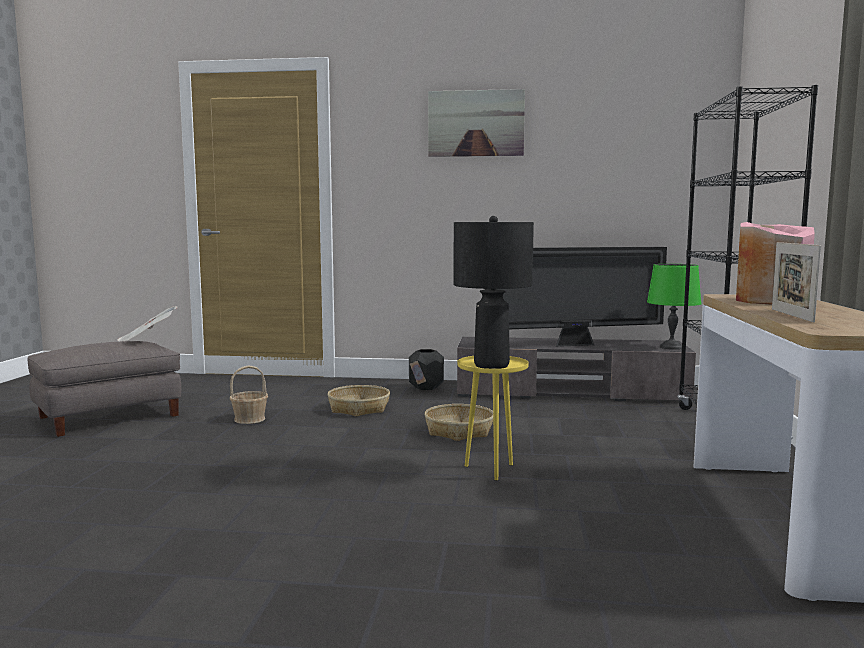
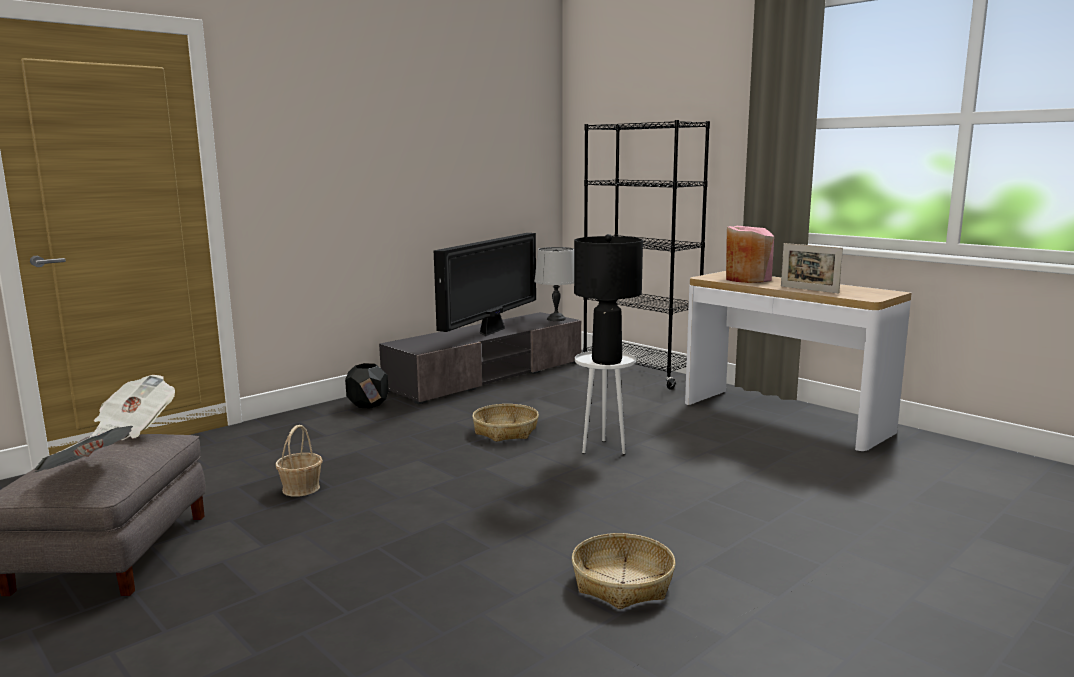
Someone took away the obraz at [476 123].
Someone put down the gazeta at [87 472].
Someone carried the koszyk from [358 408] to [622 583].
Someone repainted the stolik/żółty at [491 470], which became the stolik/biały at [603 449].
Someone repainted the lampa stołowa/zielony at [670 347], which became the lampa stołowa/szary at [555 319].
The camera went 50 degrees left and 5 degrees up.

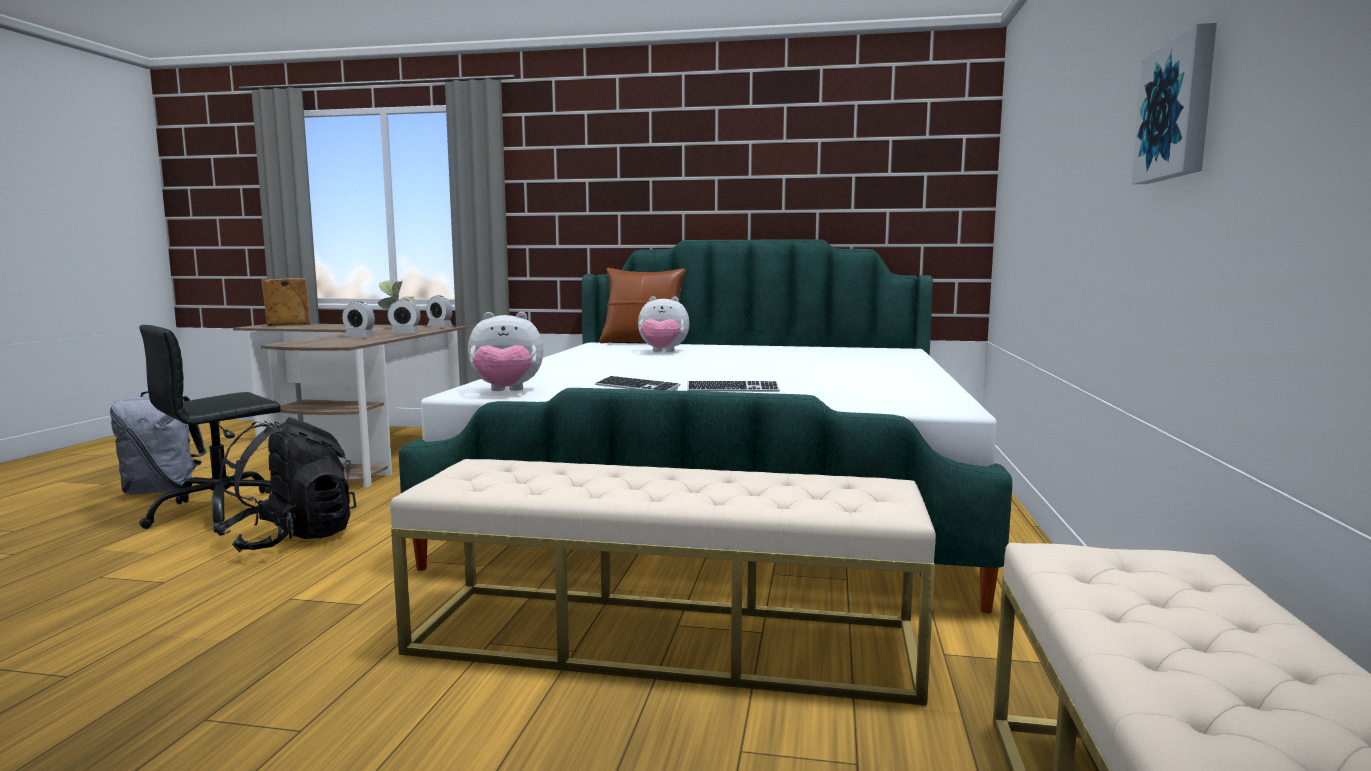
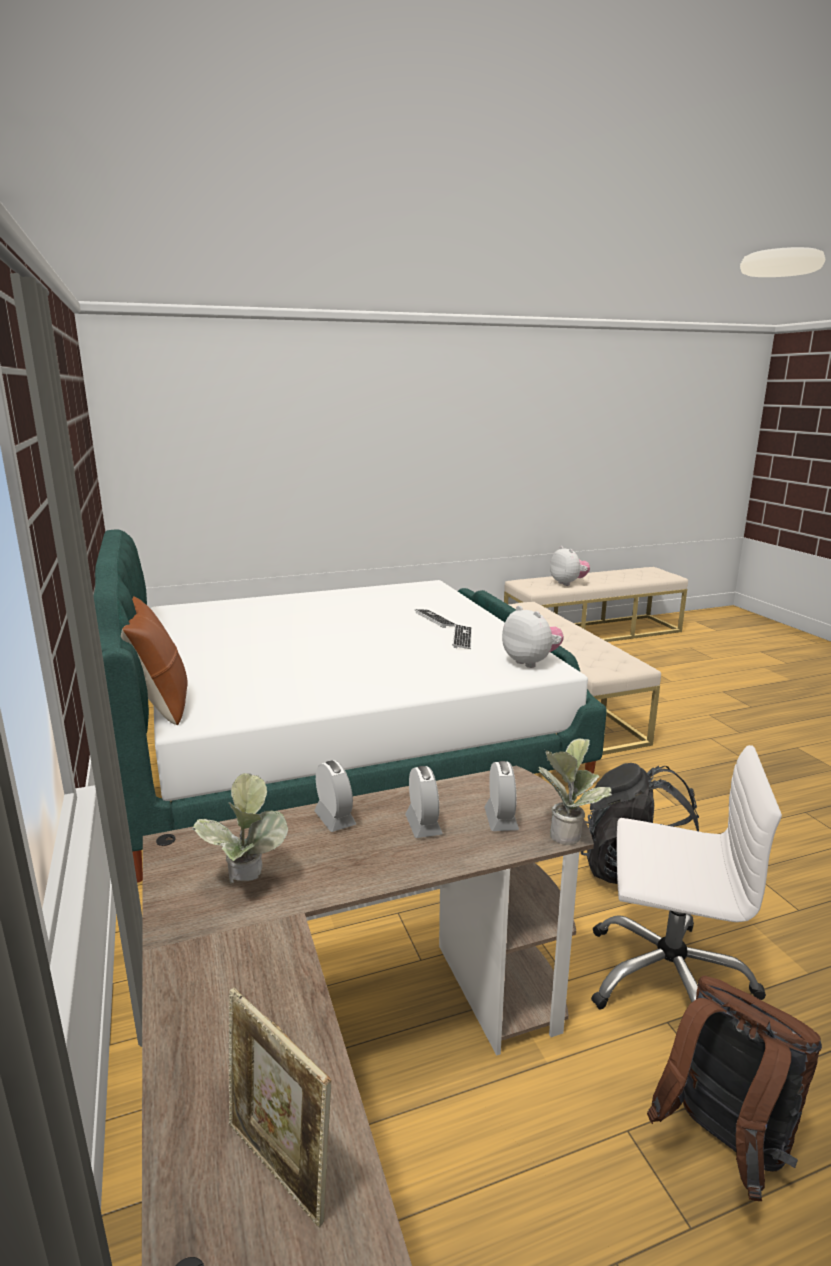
Someone took away the obraz at [1178 110].
Someone put down the roślina doniczkowa at [568 832].
Someone carried the budzik from [440 326] to [501 819].
Someone carried the pluszak from [662 352] to [568 583].
Someone repainted the plecak/szary at [163 491], which became the plecak/brązowy at [722 1145].
Someone repainted the krzesło biurowe/czarny at [222 512], which became the krzesło biurowe/biały at [668 979].
The camera went 120 degrees left and 10 degrees up.

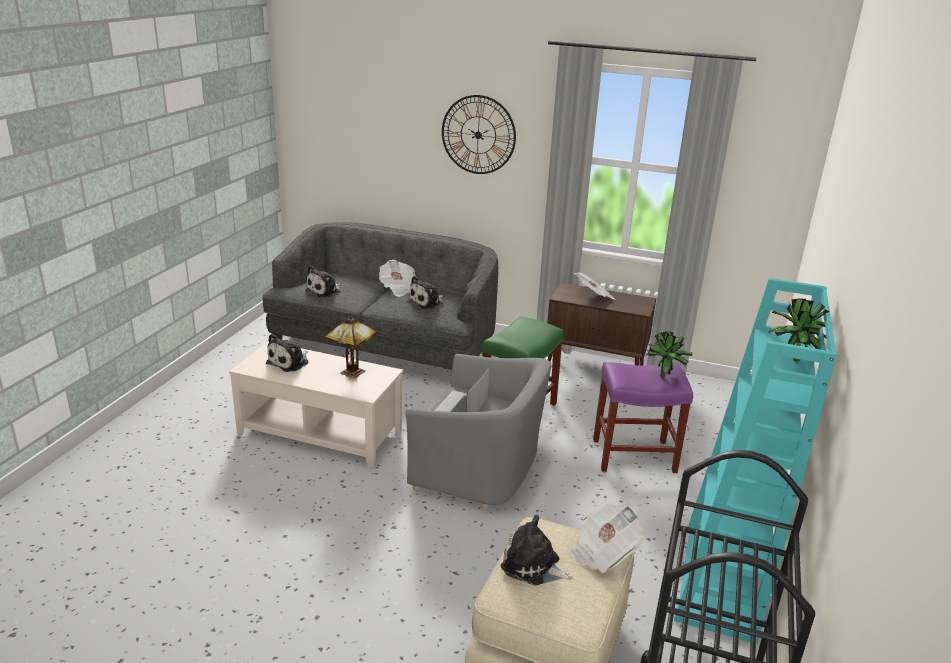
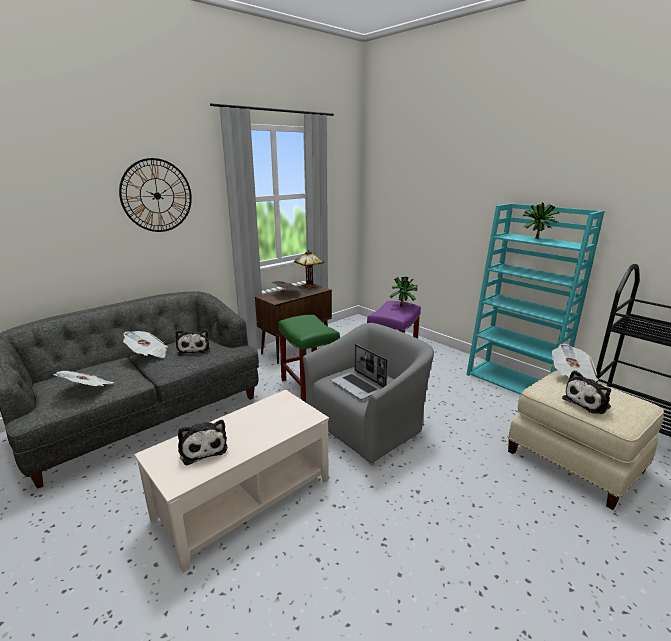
Someone carried the lampa stołowa from [350 372] to [309 286].
Someone swapped the pluszak at [325 291] for the gazeta at [87 389].
The camera went 60 degrees left and 5 degrees down.

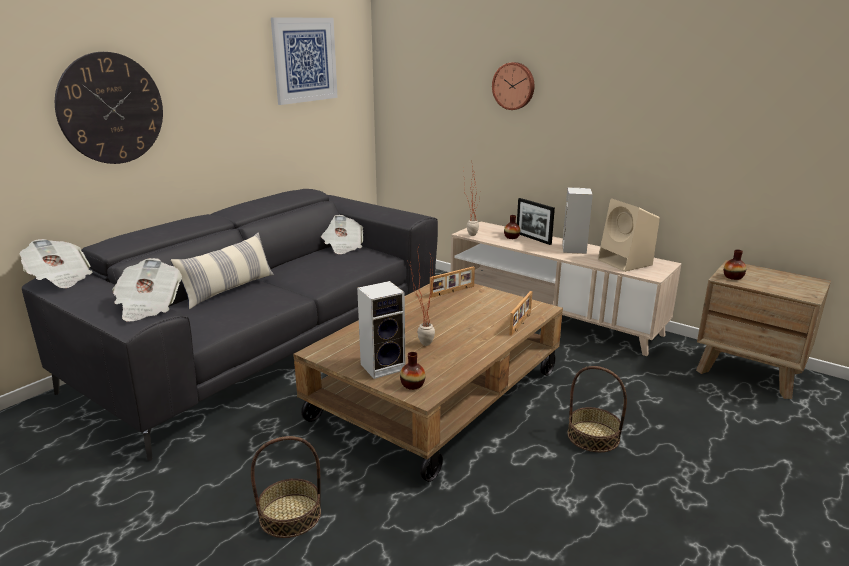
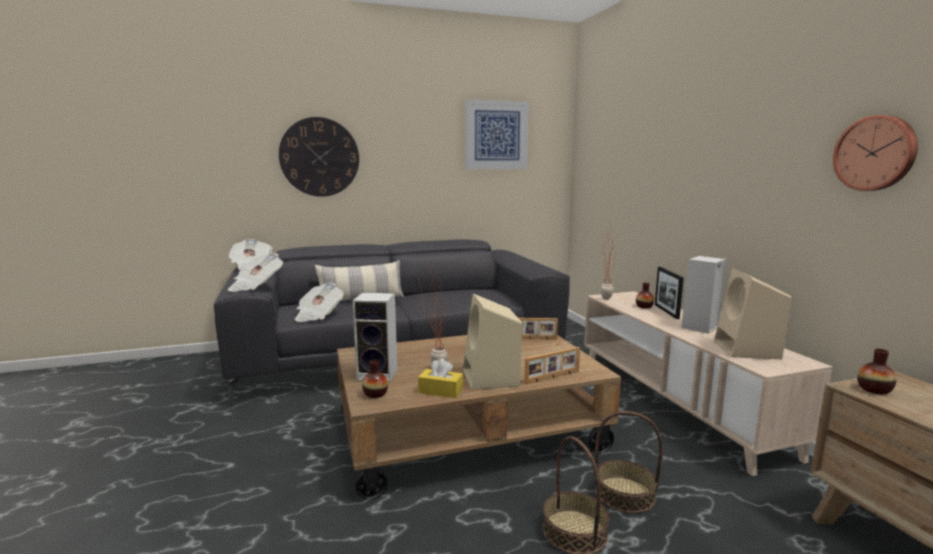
Someone put down the pudełko chusteczek/żółty at [440 391].
Someone put down the głośnik/beżowy at [491 378].
Someone carried the koszyk from [290 515] to [624 494].
Someone carried the gazeta from [342 246] to [318 315].
Someone carried the zegar ścienny from [514 86] to [875 153].
The camera went 35 degrees right and 10 degrees down.

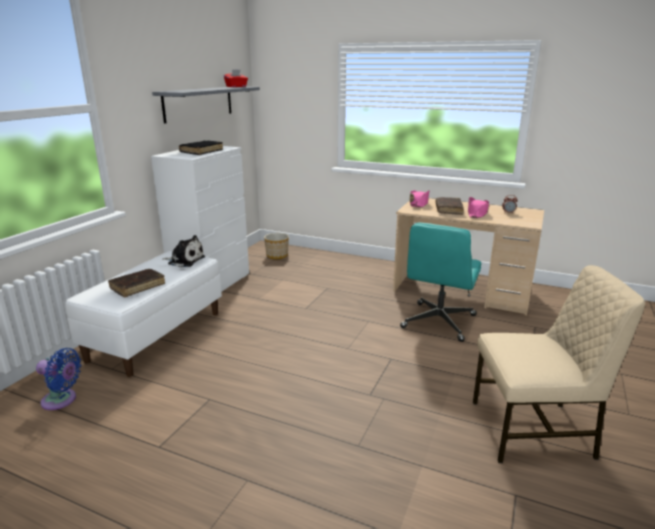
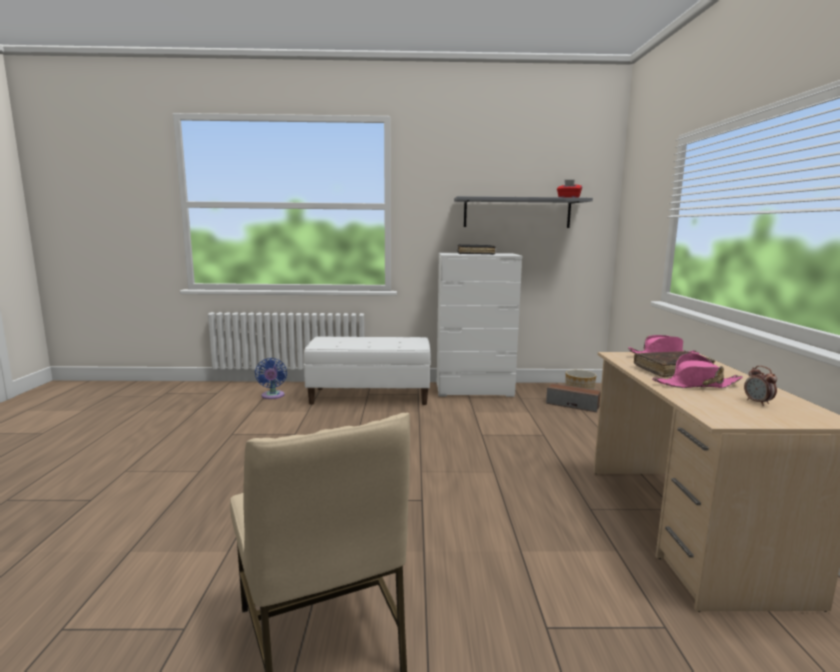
Someone took away the książka/brązowy at [138 287].
Someone took away the pluszak at [185 260].
Someone took away the krzesło biurowe/turkusowy at [438 322].
Someone put down the głośnik at [572 405].
The camera went 65 degrees right and 10 degrees down.

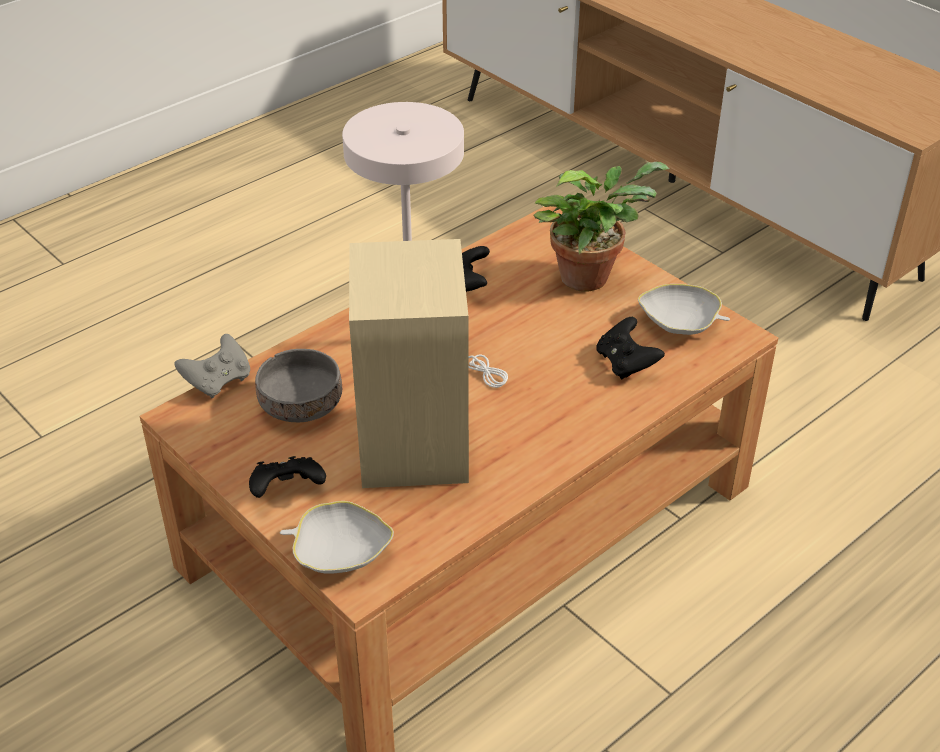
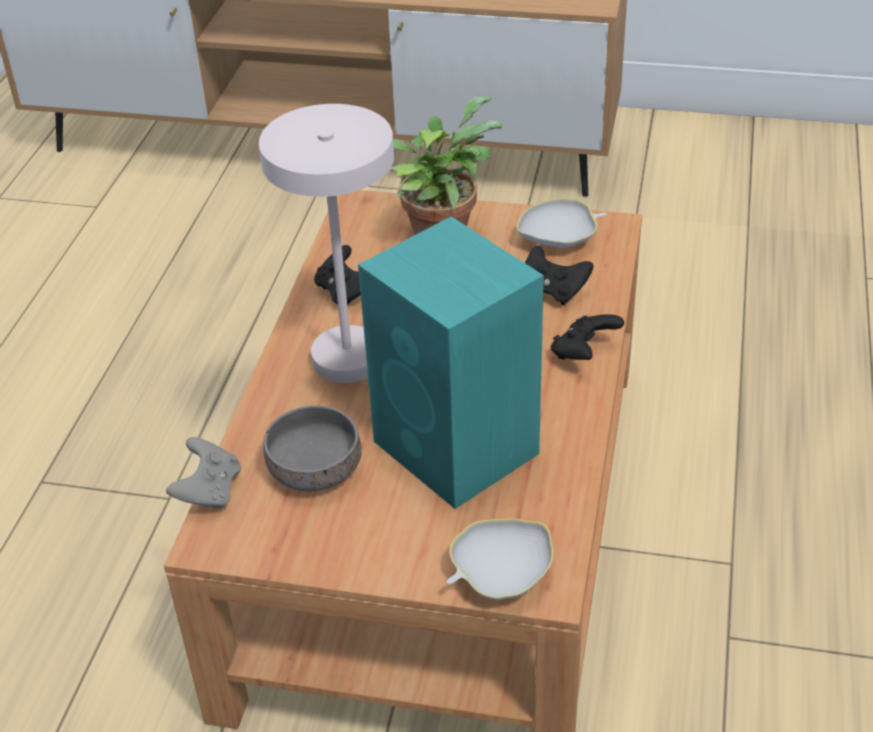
Someone carried the pad do gier/czarny from [287 491] to [583 353].
Someone repainted the głośnik/beżowy at [413 446], which became the głośnik/turkusowy at [458 449].
The camera went 35 degrees left and 0 degrees up.

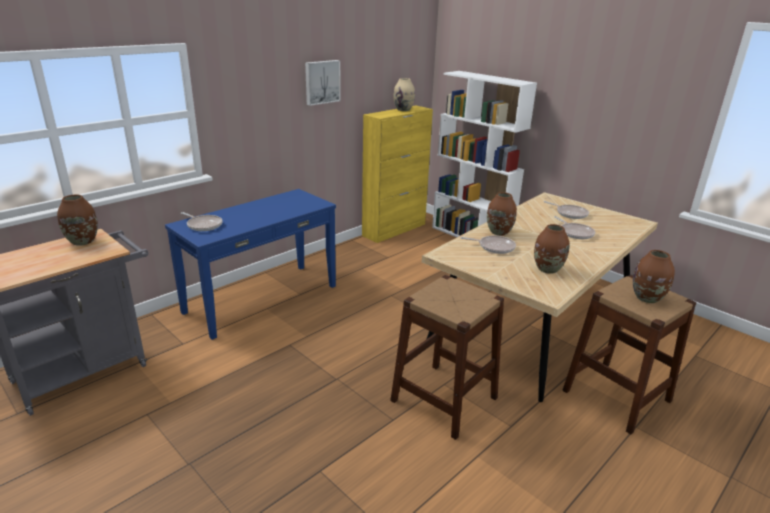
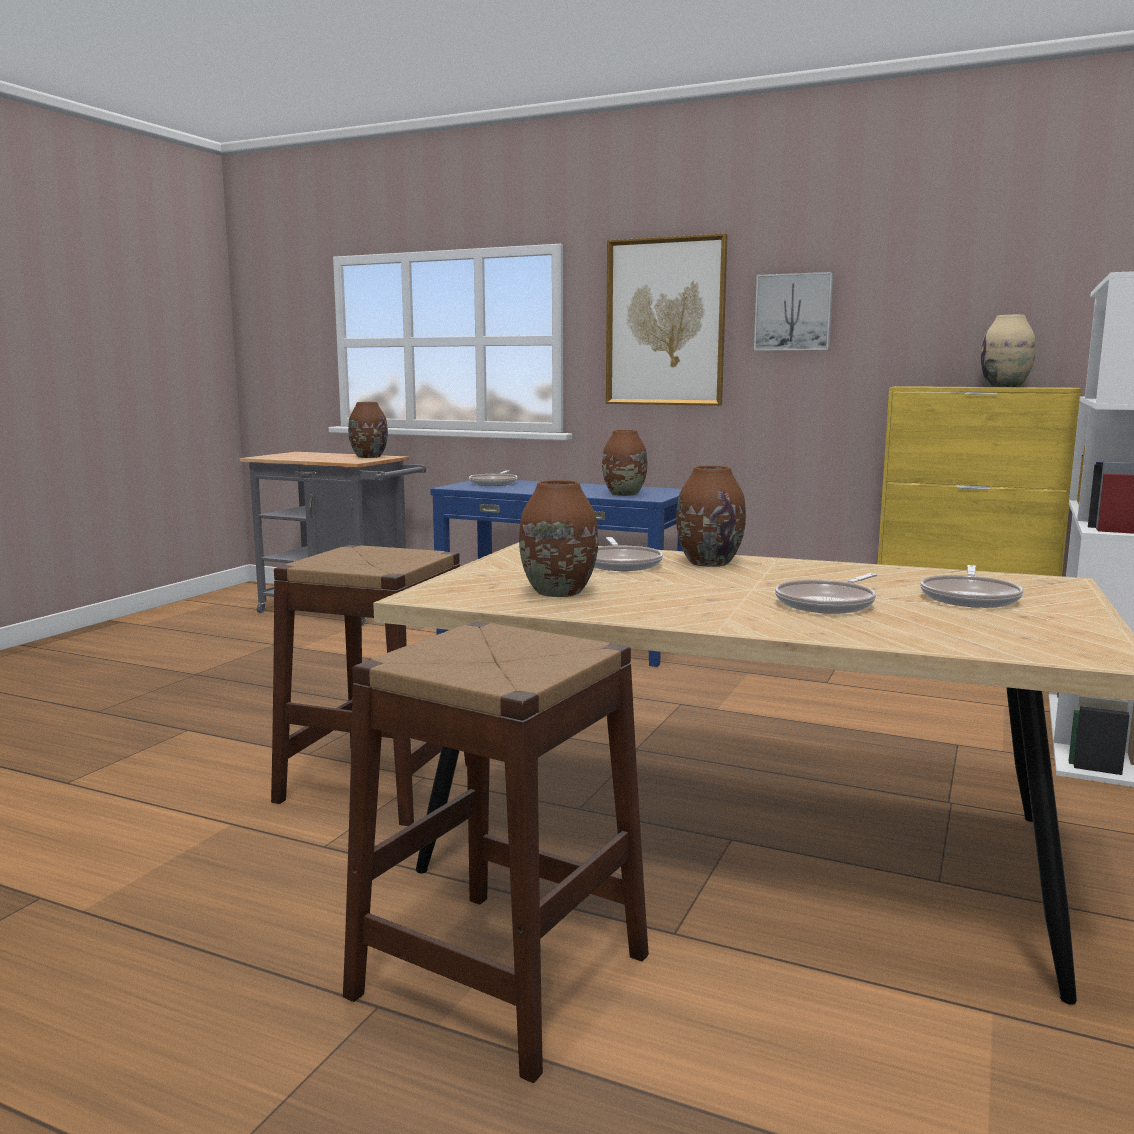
Someone put up the obraz at [665 322].
Someone carried the wazon/brązowy from [647 298] to [624 494].
The camera went 70 degrees right and 15 degrees down.

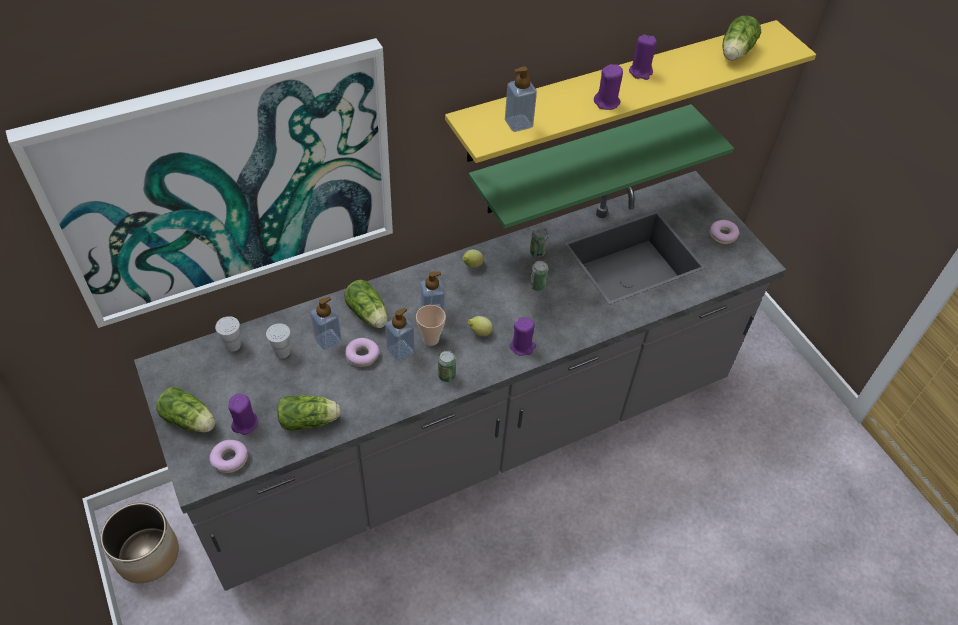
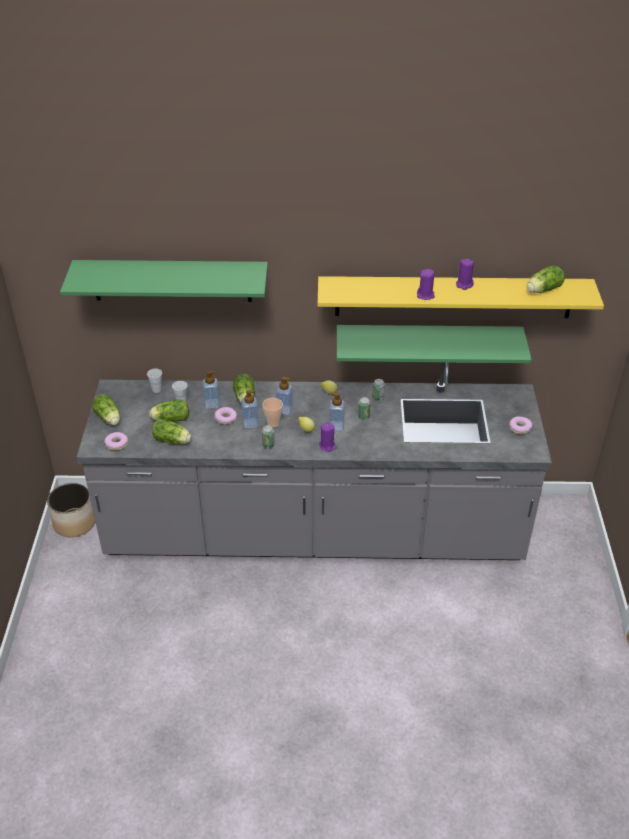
Someone took away the świeca/fioletowy at [245 423].
Someone put down the sałata at [170 419].
Someone carried the dozownik mydła from [518 123] to [336 426].
Someone swapped the obraz at [227 184] for the półka/zielony at [172 280].
The camera went 30 degrees right and 10 degrees down.

